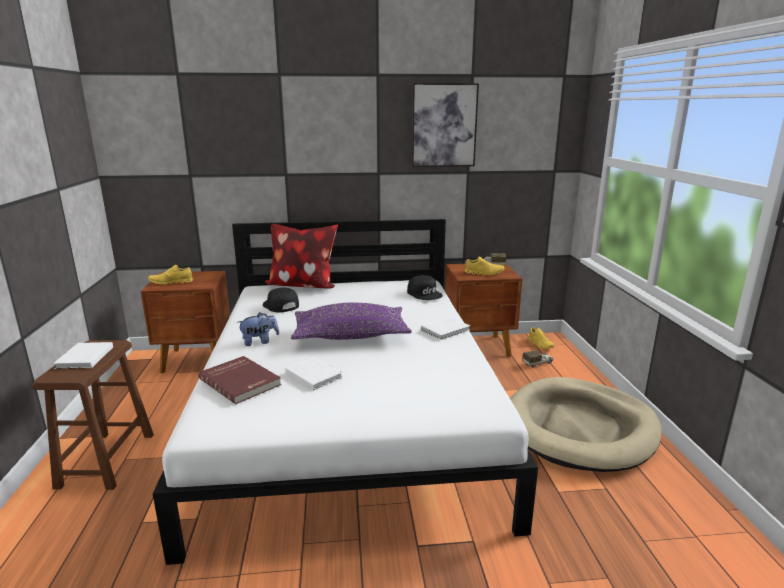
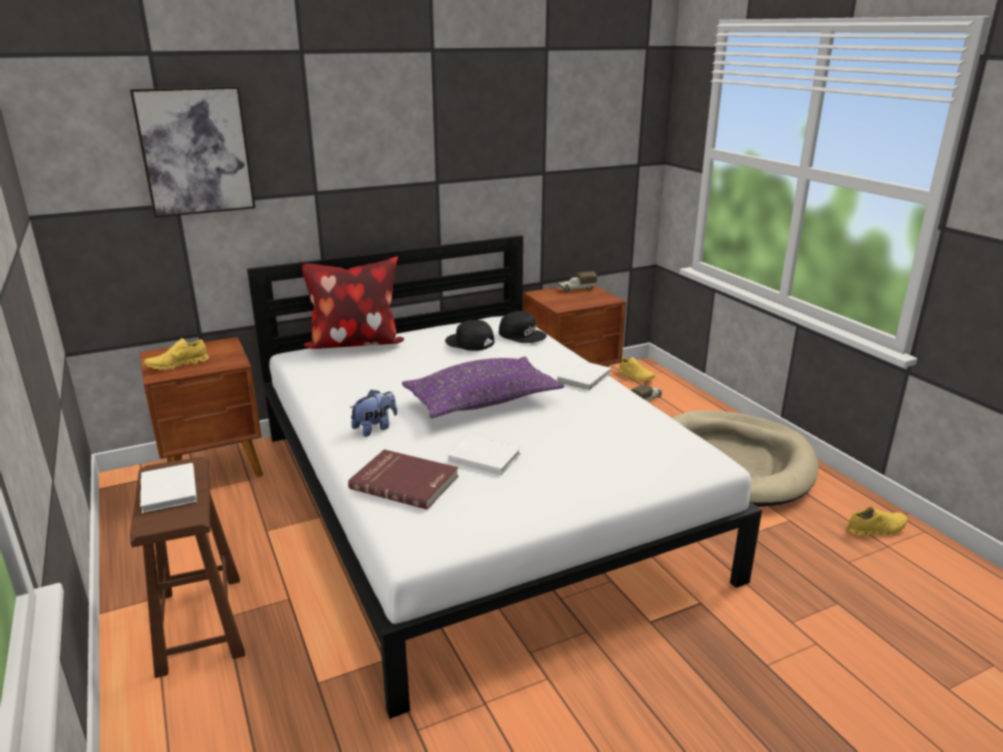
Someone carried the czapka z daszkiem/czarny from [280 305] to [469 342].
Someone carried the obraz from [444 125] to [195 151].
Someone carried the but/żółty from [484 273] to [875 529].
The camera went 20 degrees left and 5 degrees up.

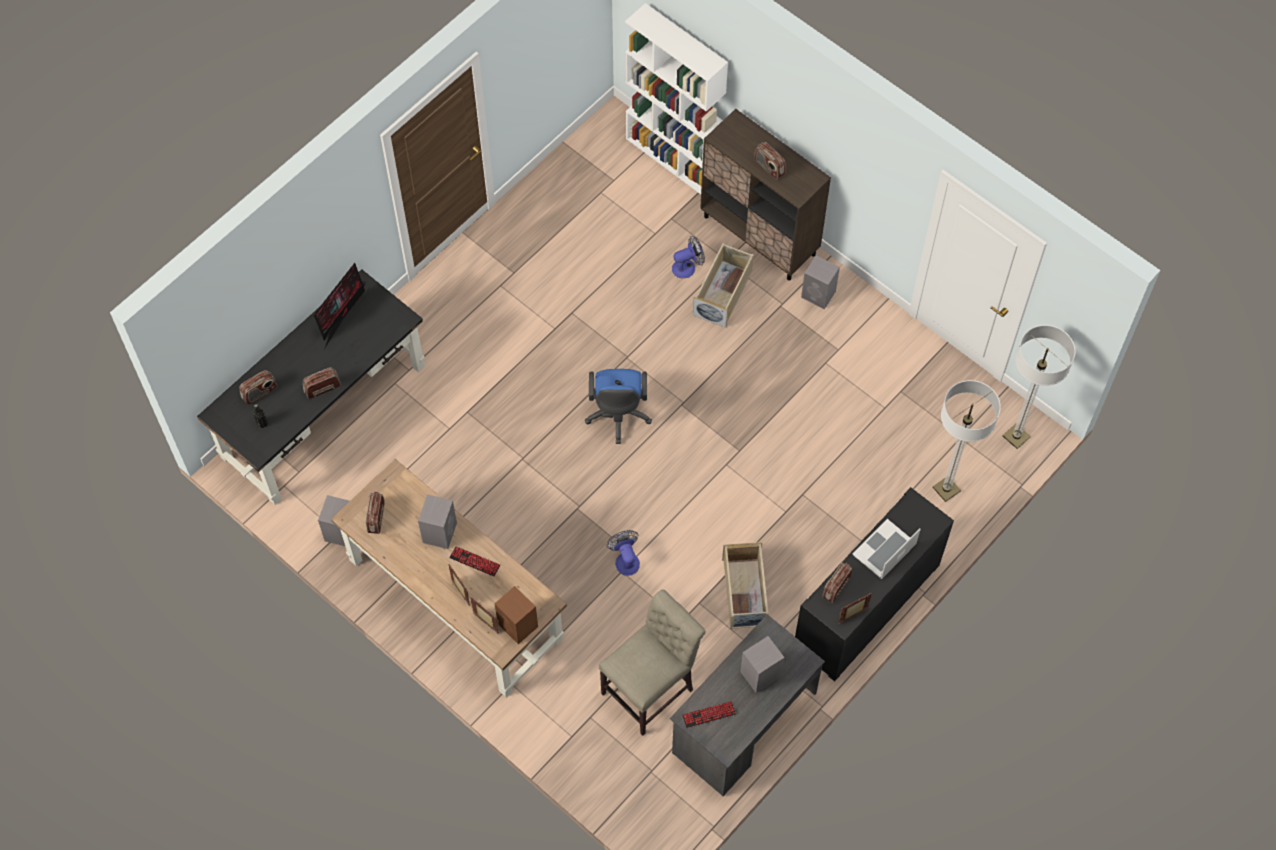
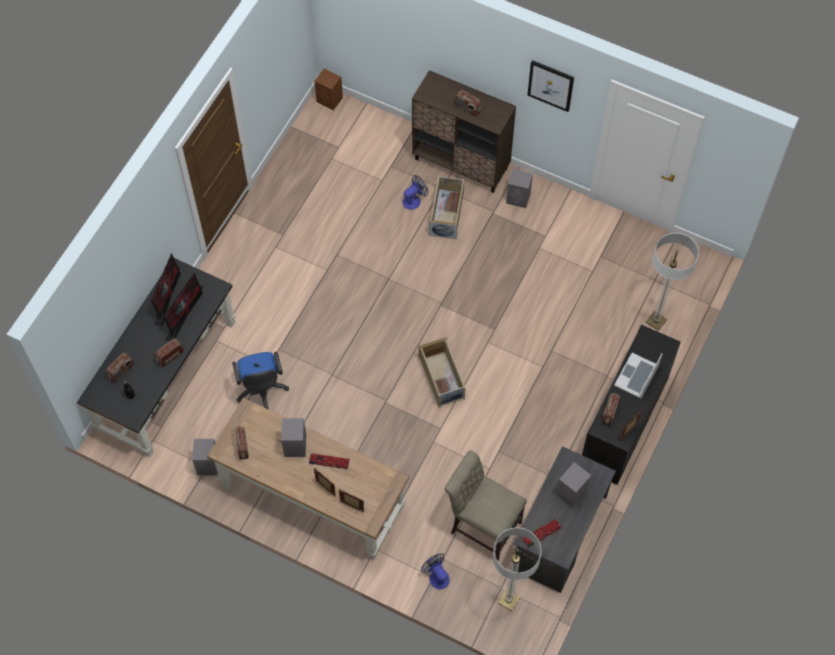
Someone took away the regał/biały at [674 158].
Someone put down the monitor at [184 312].
Someone put up the obraz at [550 85].
Someone carried the głośnik/brązowy from [518 626] to [330 100].
Someone carried the krzesło biurowe/niebieski from [618 417] to [261 391].
Someone carried the wentylator from [625 559] to [437 576].
Someone carried the pojemnik do przechowywania/beżowy from [745 593] to [442 378].
Someone carried the lampa stojąca from [1016 436] to [508 600].
Someone rotated the krzesło/beżowy at [651 688] by 90 degrees counterclockwise.
The camera went 15 degrees left and 0 degrees up.

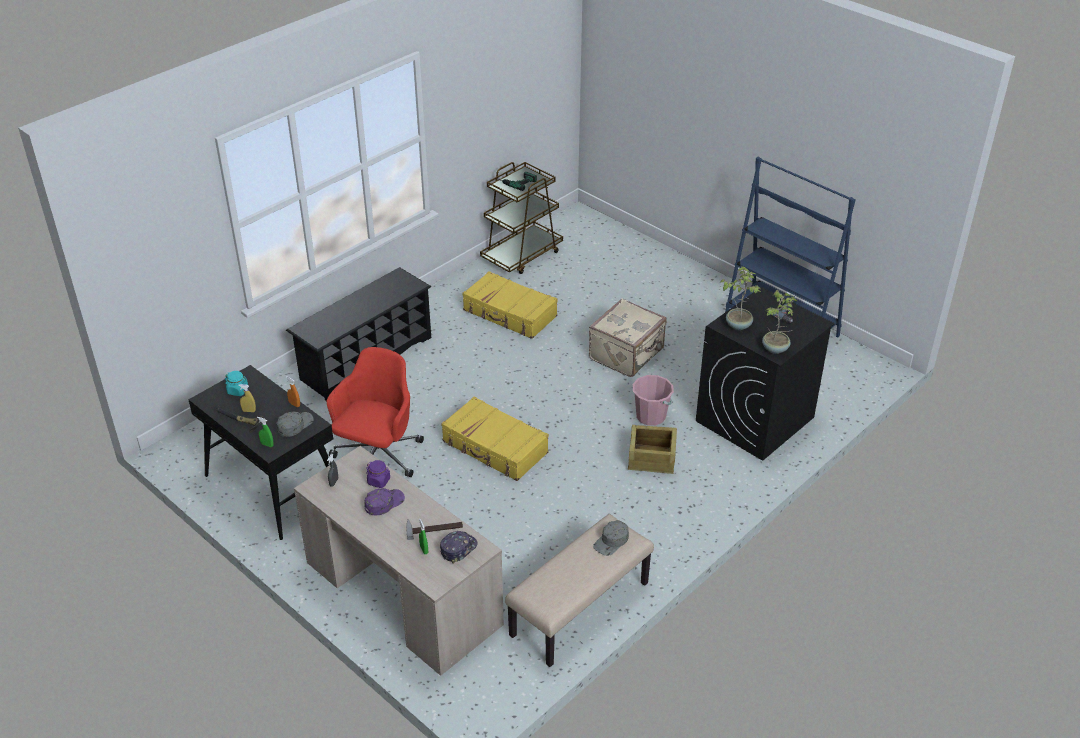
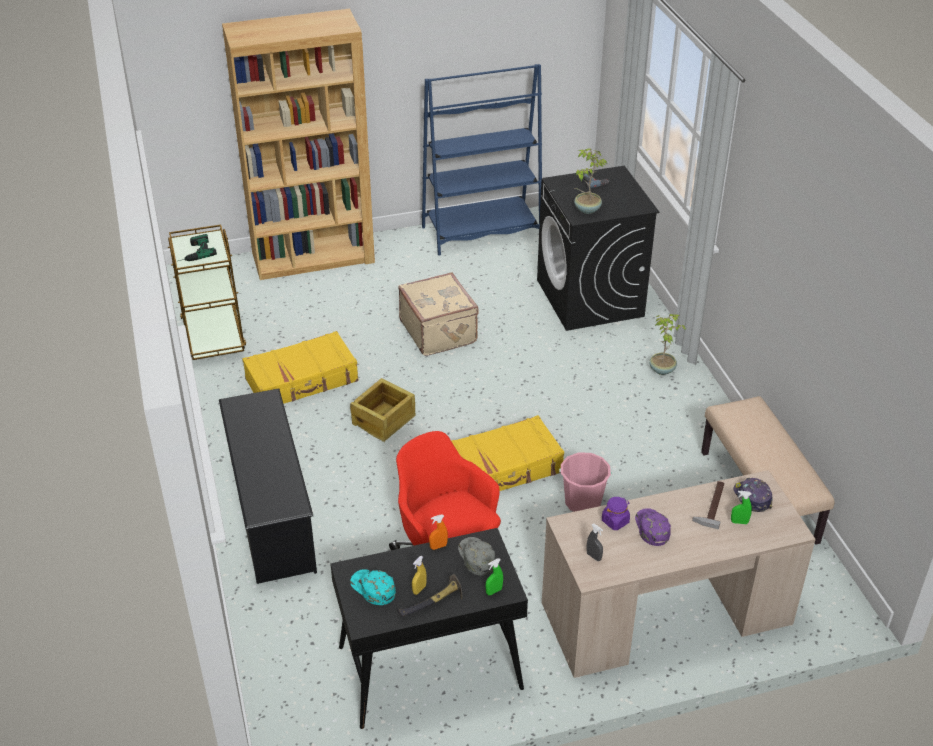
Someone took away the czapka z daszkiem/szary at [611 541].
Someone put down the regał/brązowy at [313 258].
Someone carried the skrzynka from [652 459] to [384 420].
Someone carried the wiadro/różowy from [651 416] to [582 502].
Someone carried the roślina doniczkowa from [776 349] to [662 369].
Someone swapped the słoik/turkusowy at [238 391] for the czapka z daszkiem/turkusowy at [372 588].
The camera went 60 degrees left and 0 degrees up.

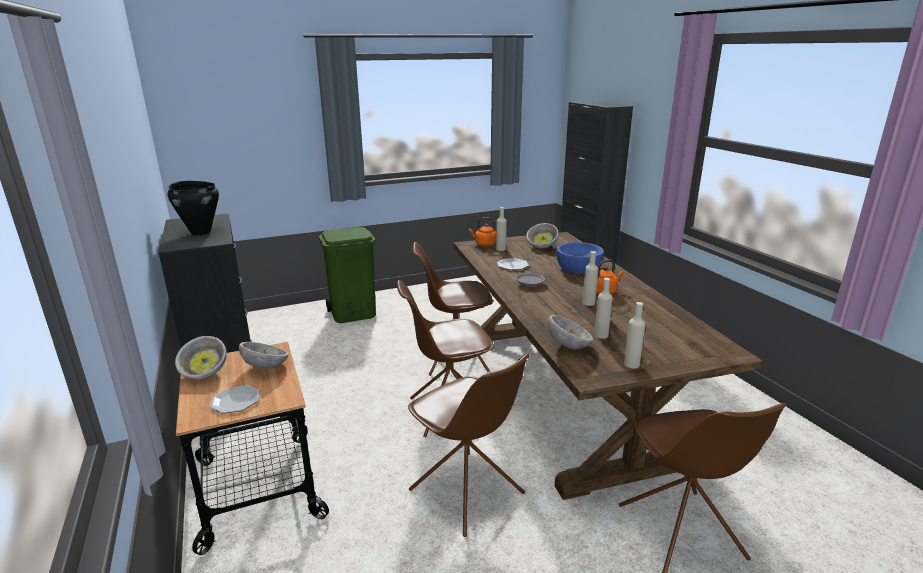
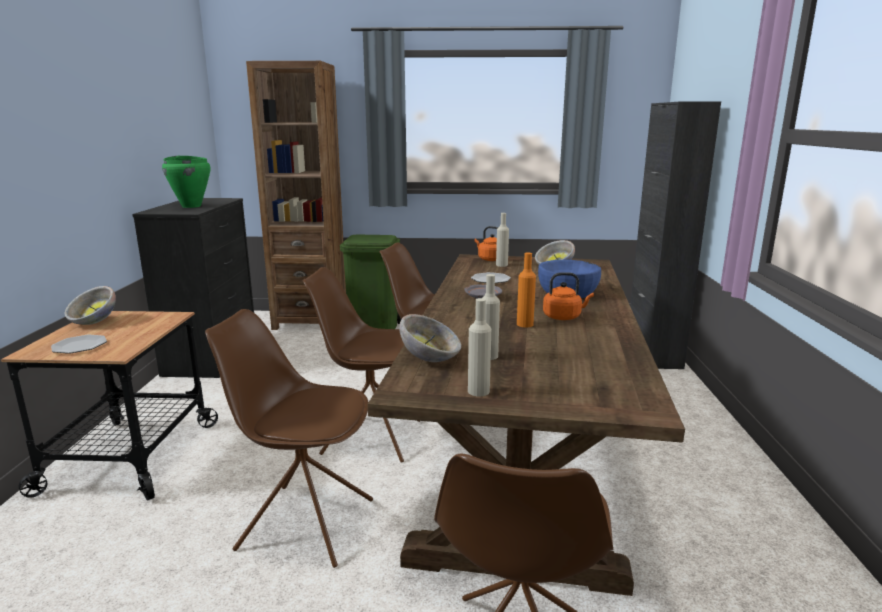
Someone took away the miska at [266 367].
Someone put down the regał/brązowy at [310 321].
Someone repainted the garnek/czarny at [201 232], which became the garnek/zielony at [191 206].
Someone repainted the butelka/beżowy at [588 303], which became the butelka/pomarańczowy at [525 324].
Someone rotated the krzesło/brązowy at [468 493] by 120 degrees clockwise.
The camera went 25 degrees right and 5 degrees down.

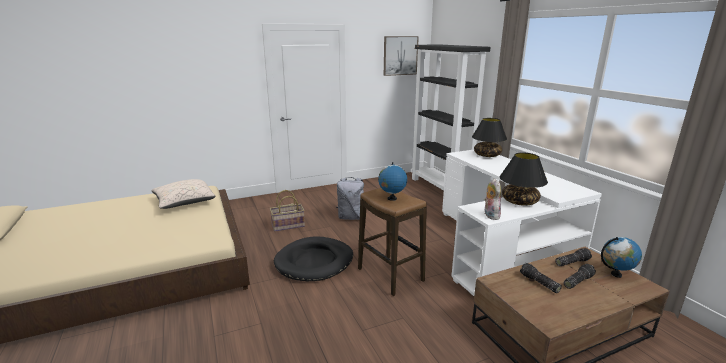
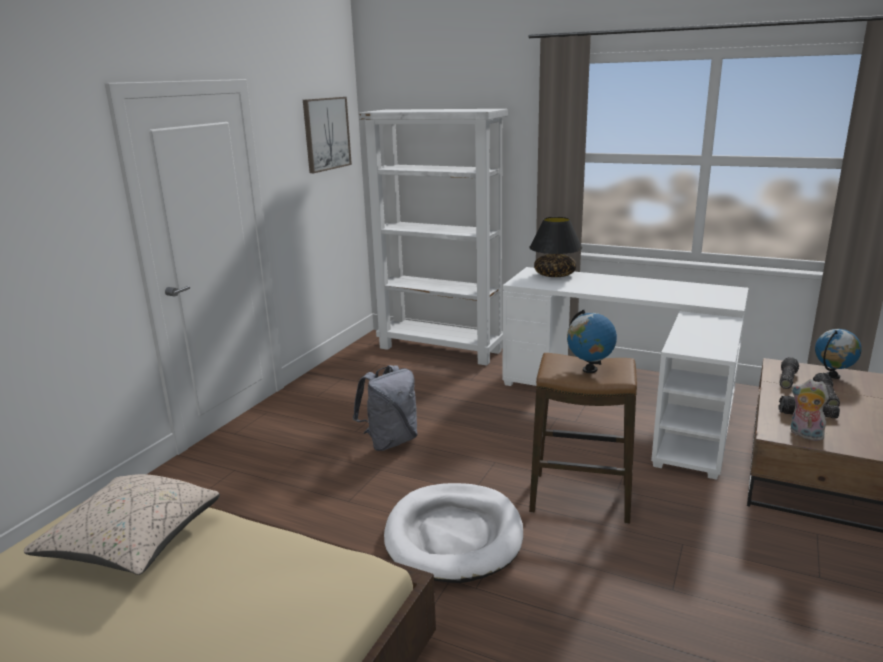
Someone took away the koszyk at [288 226].
Someone took away the lampa stołowa/czarny at [519 202].
Someone carried the pluszak from [490 215] to [804 435].
Someone repainted the legowisko/czarny at [314 262], which became the legowisko/biały at [454 536].
Someone repainted the regał/czarny at [440 188], which became the regał/biały at [441 349].
The camera went 40 degrees left and 0 degrees up.

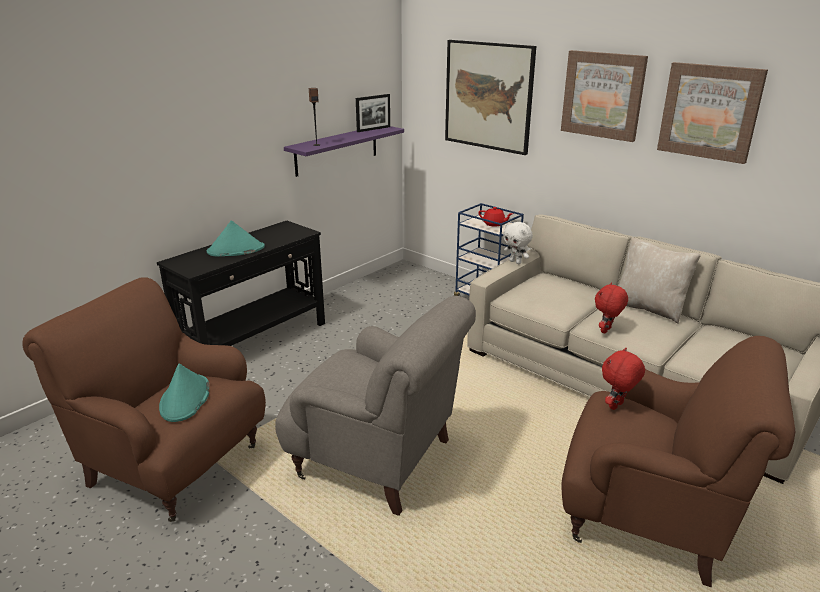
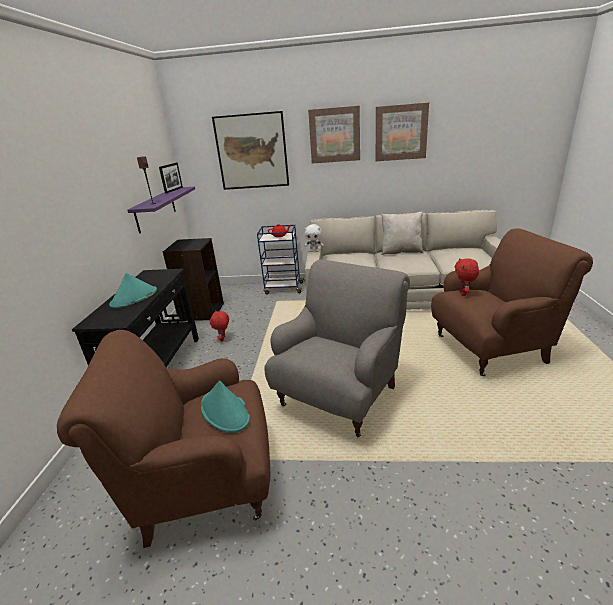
Someone put down the regał/czarny at [202 312].
Someone carried the pluszak/czerwony from [606 331] to [223 339].
Someone rotated the fotel/szary at [378 460] by 45 degrees counterclockwise.
The camera went 35 degrees left and 0 degrees up.

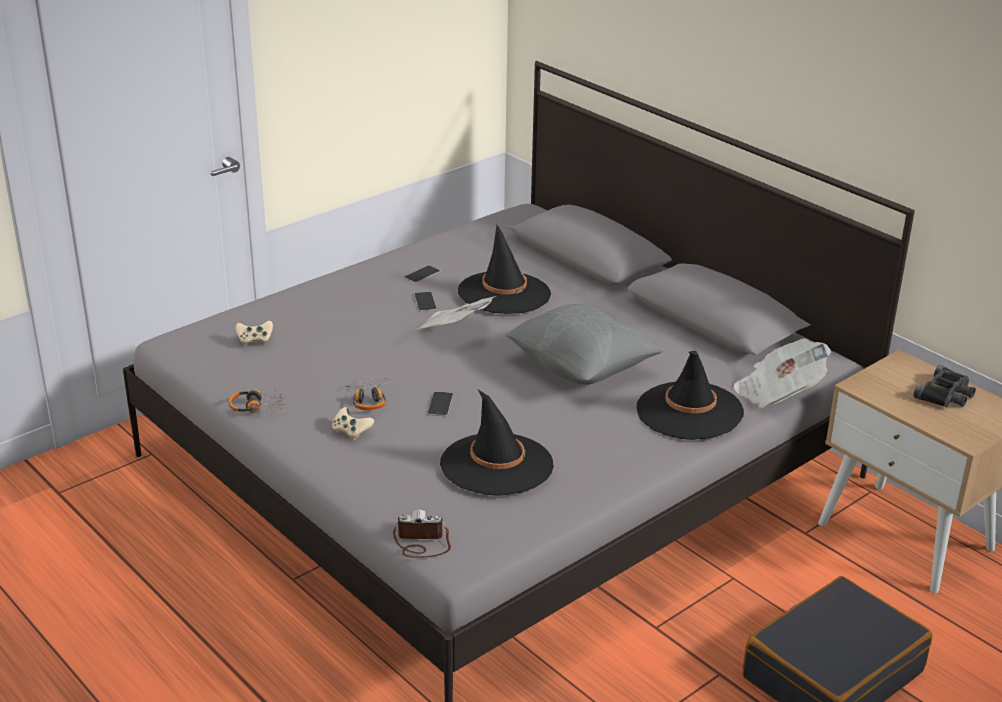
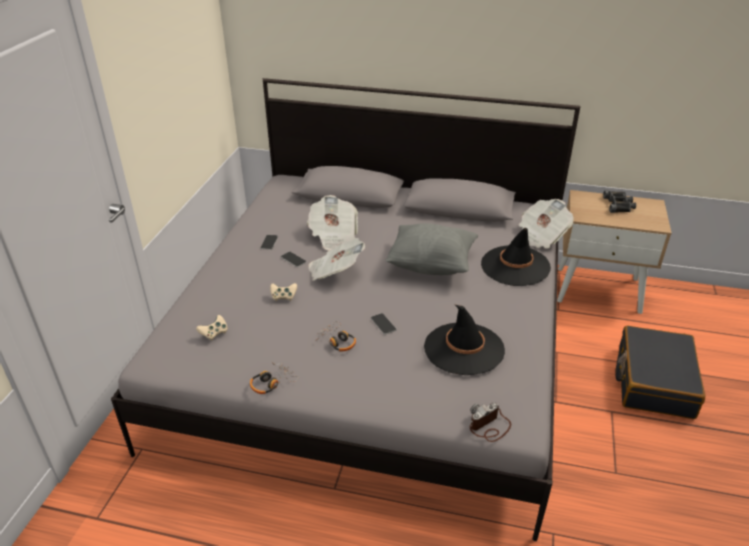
Someone carried the pad do gier/beżowy from [351 432] to [283 297].
Someone swapped the kapelusz/czarny at [504 293] for the gazeta at [333 235].
The camera went 35 degrees left and 5 degrees up.

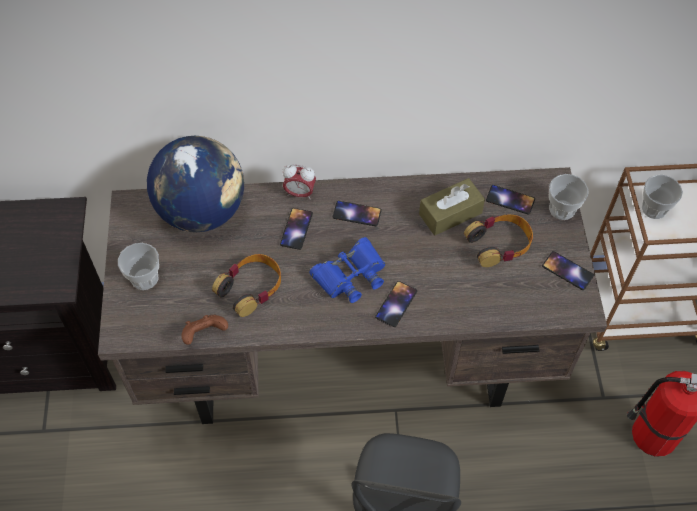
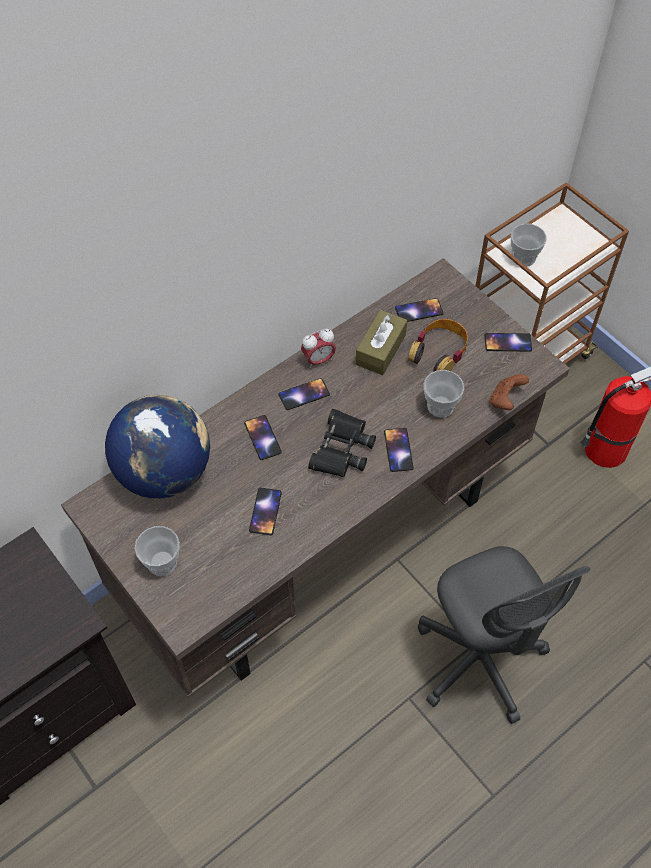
Someone carried the pad do gier/brązowy from [205 334] to [505 400].
Someone carried the budzik from [300 193] to [318 360].
Someone carried the filiżanka from [562 209] to [440 406].
Someone swapped the słuchawki at [251 287] for the telefon at [265 511].
Someone repainted the lornetka/niebieski at [350 275], which became the lornetka/czarny at [341 449].
The camera went 35 degrees left and 0 degrees up.

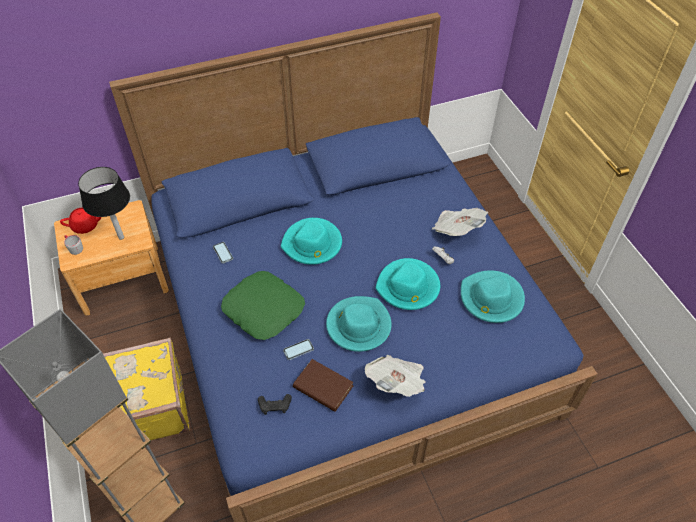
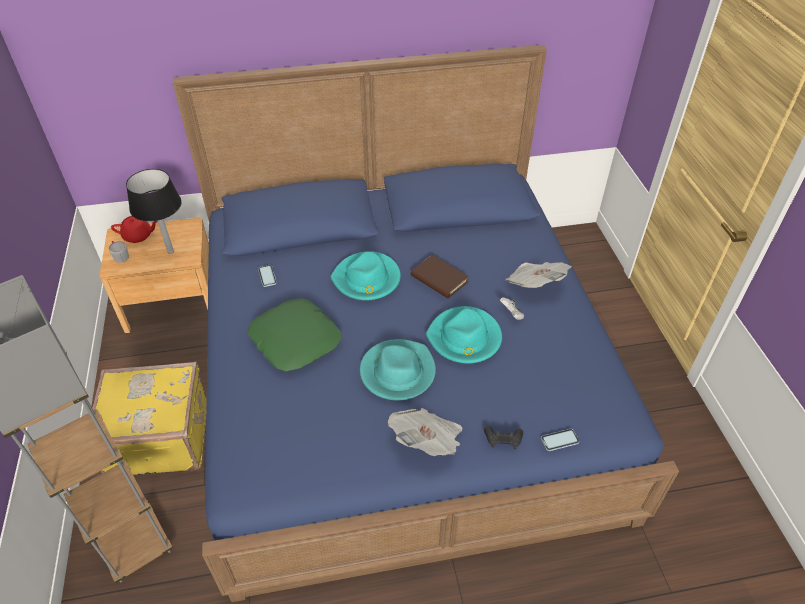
Someone took away the kapelusz/turkusowy at [491 299].
Someone carried the pad do gier/czarny from [275 406] to [503 440].
Someone carried the telefon from [298 350] to [559 440].
Someone carried the książka/brązowy from [323 387] to [439 279].
The camera went 10 degrees right and 5 degrees down.

